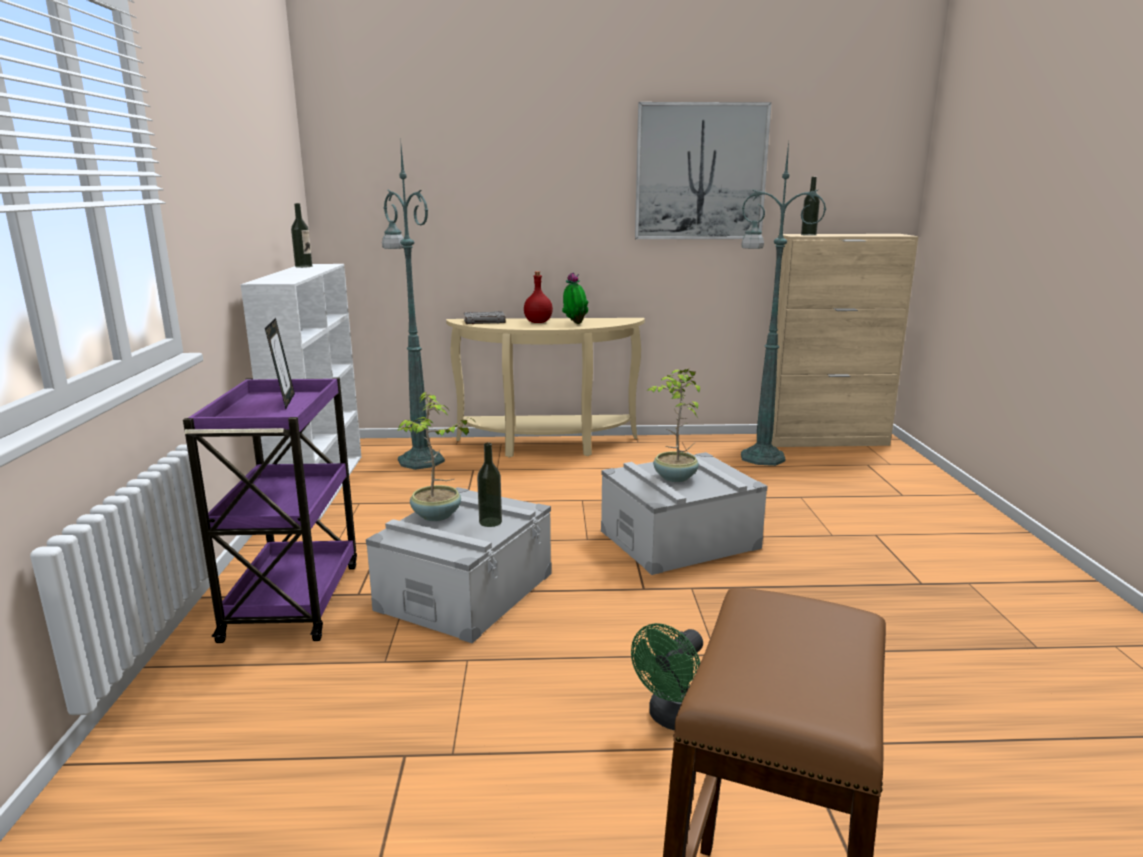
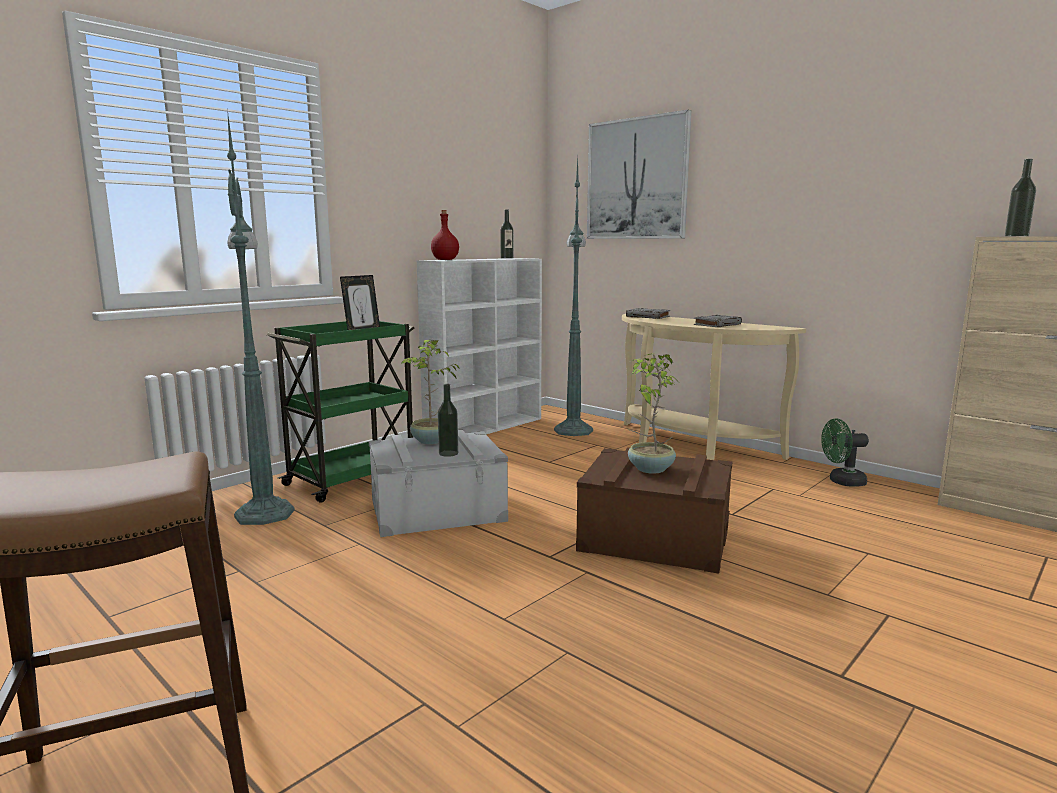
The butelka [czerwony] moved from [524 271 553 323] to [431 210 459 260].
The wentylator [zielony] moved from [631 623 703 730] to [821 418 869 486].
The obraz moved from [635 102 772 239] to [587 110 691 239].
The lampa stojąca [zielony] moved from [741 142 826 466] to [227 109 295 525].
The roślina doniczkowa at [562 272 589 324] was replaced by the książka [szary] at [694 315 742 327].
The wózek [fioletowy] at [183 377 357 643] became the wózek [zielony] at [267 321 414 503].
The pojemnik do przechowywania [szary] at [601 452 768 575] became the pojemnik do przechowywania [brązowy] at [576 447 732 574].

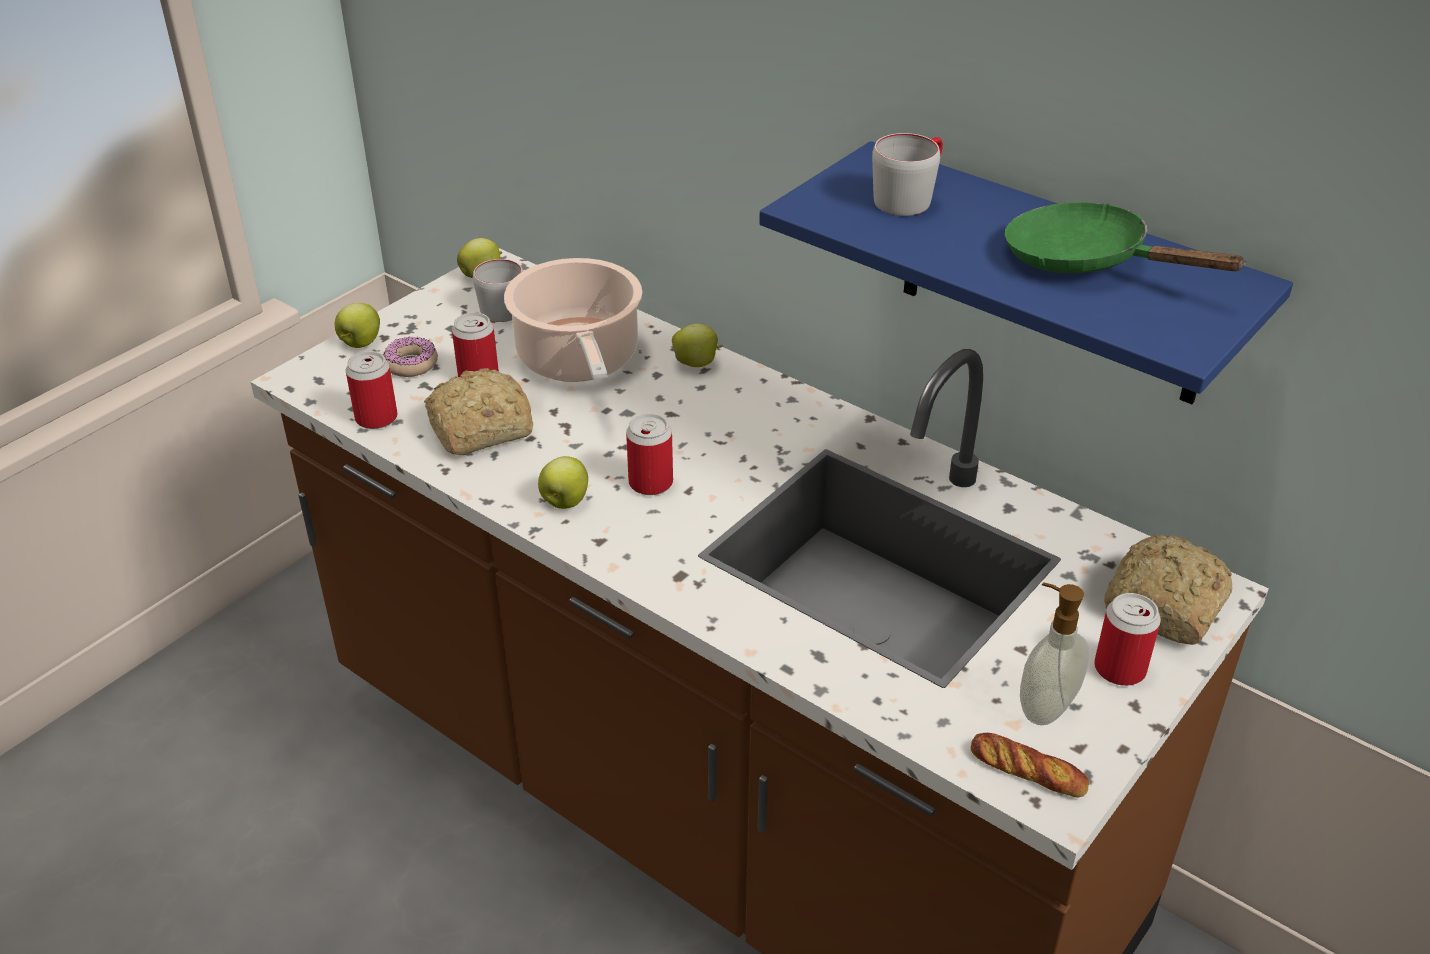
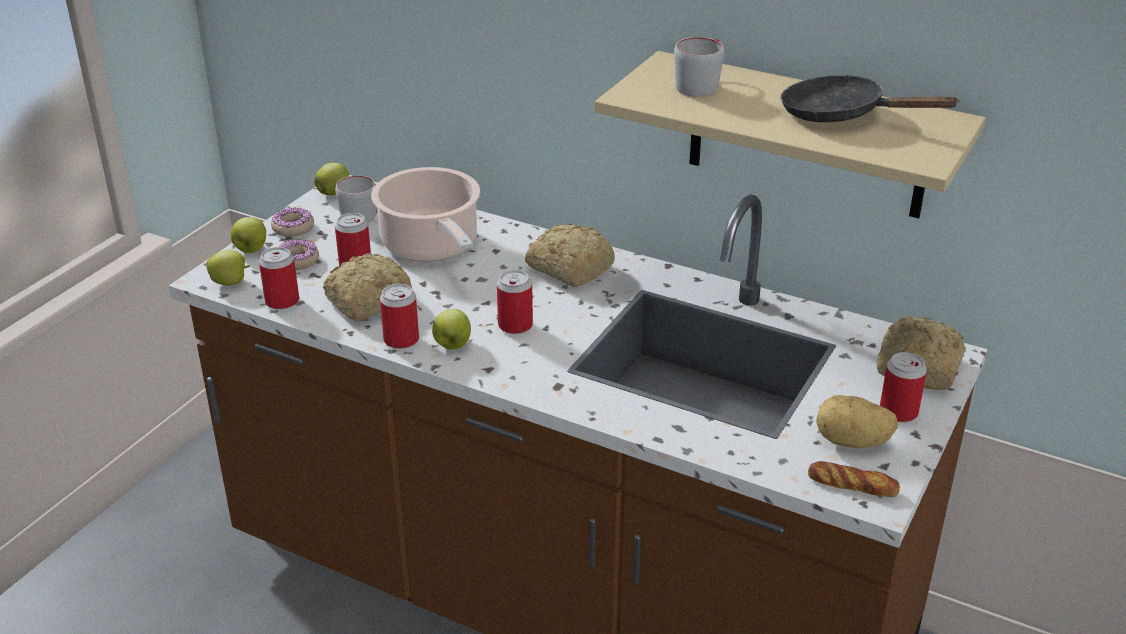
The donut at [271 207 314 237] appeared.
The puszka at [380 284 419 349] appeared.
The chleb at [525 223 615 287] appeared.
The jabłko moved from [672 324 723 367] to [206 250 250 286].
The dozownik mydła at [1020 582 1089 725] was replaced by the ziemniak at [816 395 898 448].
The półka [niebieski] at [759 141 1293 404] became the półka [beżowy] at [595 51 986 218].
The patelnia [zielony] at [1005 202 1247 273] became the patelnia [czarny] at [781 75 960 122].

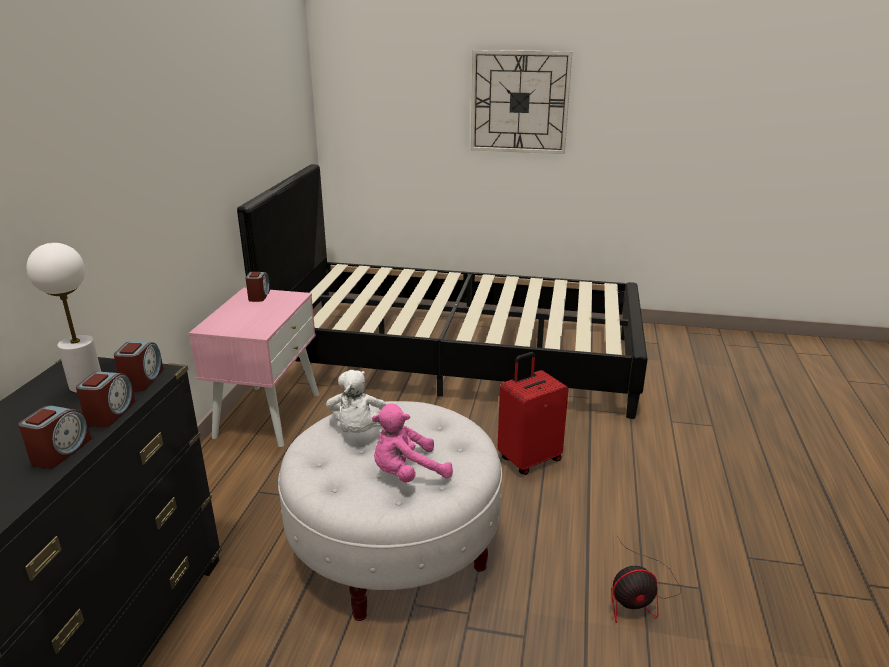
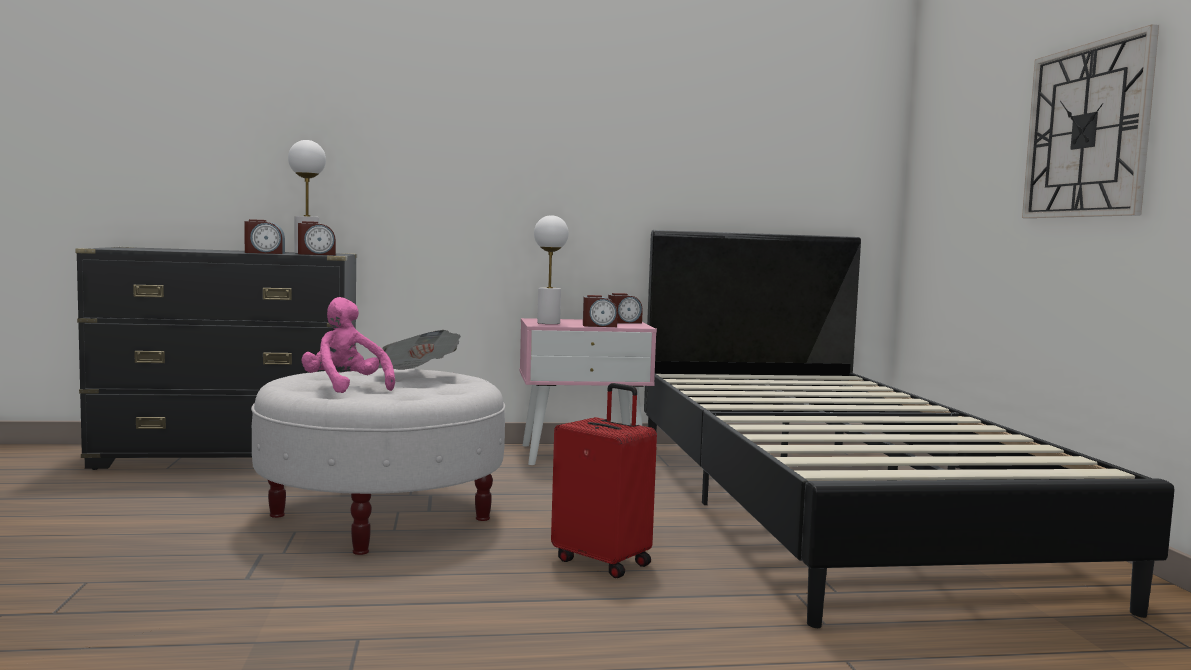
The wentylator at [611 537 681 623] disappeared.
The lampa stołowa [biały] at [534 215 569 324] appeared.
The budzik moved from [18 405 91 469] to [583 295 618 327].
The pluszak [biały] at [326 370 386 433] was replaced by the gazeta at [378 330 461 370].

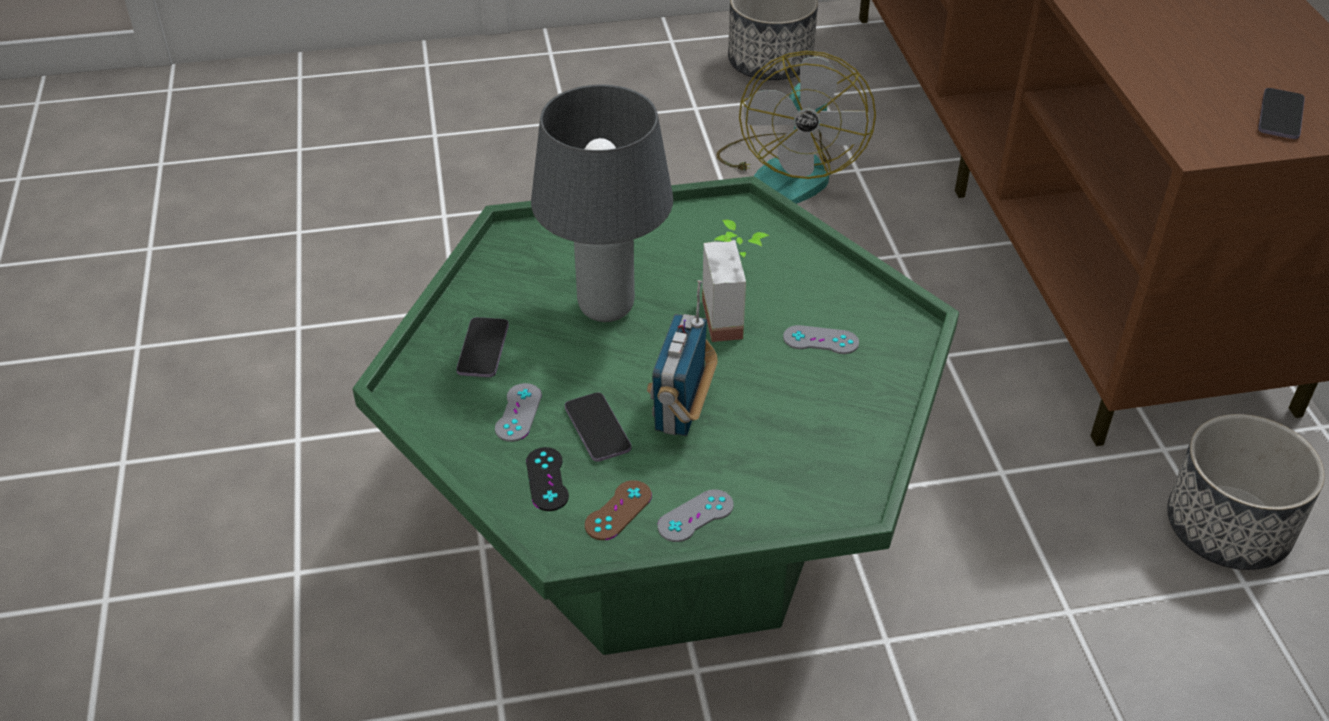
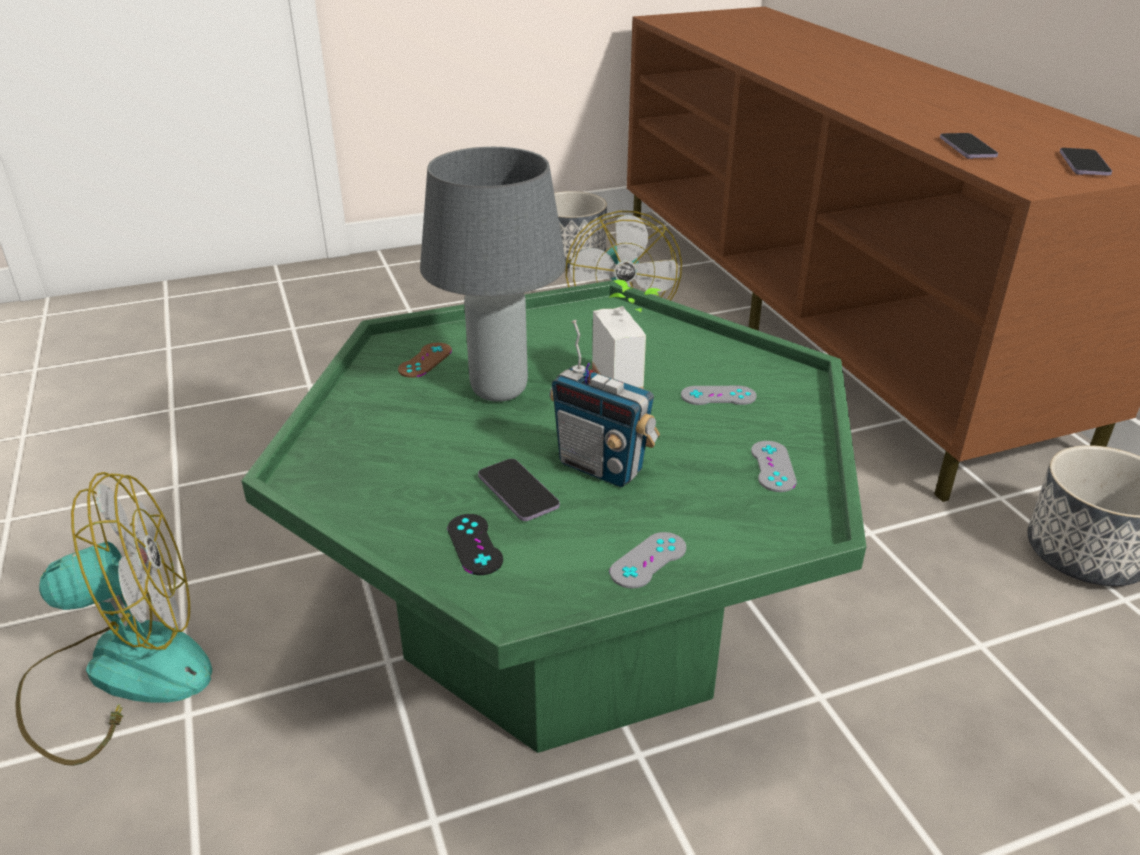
The wentylator at [15 472 212 766] appeared.
The telefon moved from [456 317 509 377] to [940 133 998 159].
The pad do gier [szary] moved from [495 383 542 442] to [751 441 797 492].
The pad do gier [brązowy] moved from [585 480 652 540] to [398 343 452 378].
The radio at [647 280 718 436] turned 60 degrees counterclockwise.

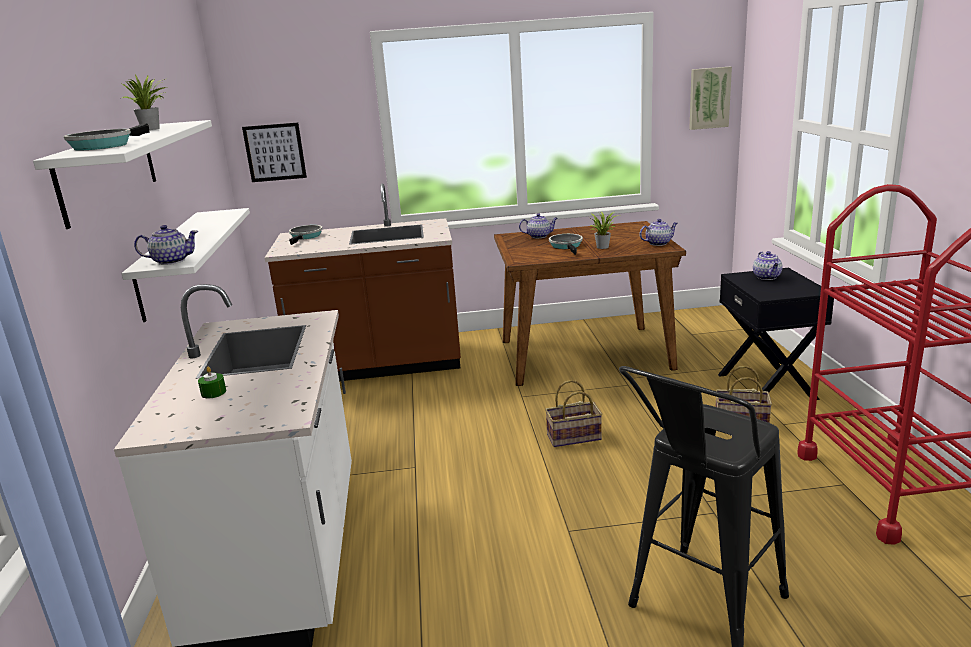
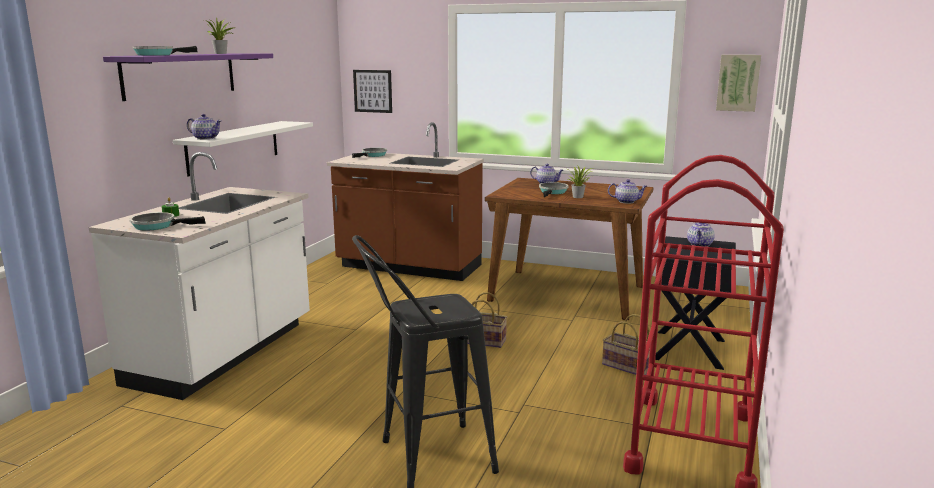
The patelnia at [130 212 206 231] appeared.
The półka [biały] at [33 120 212 229] became the półka [fioletowy] at [103 53 273 101].

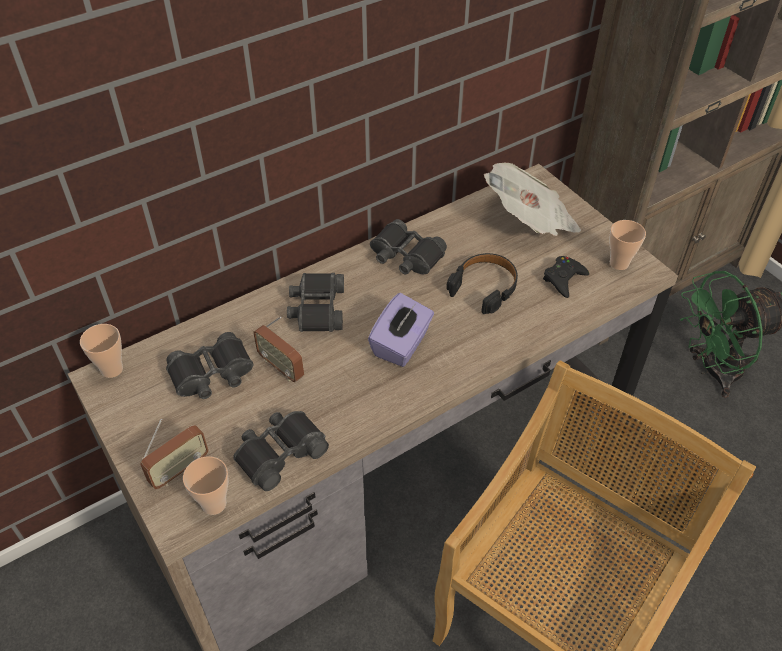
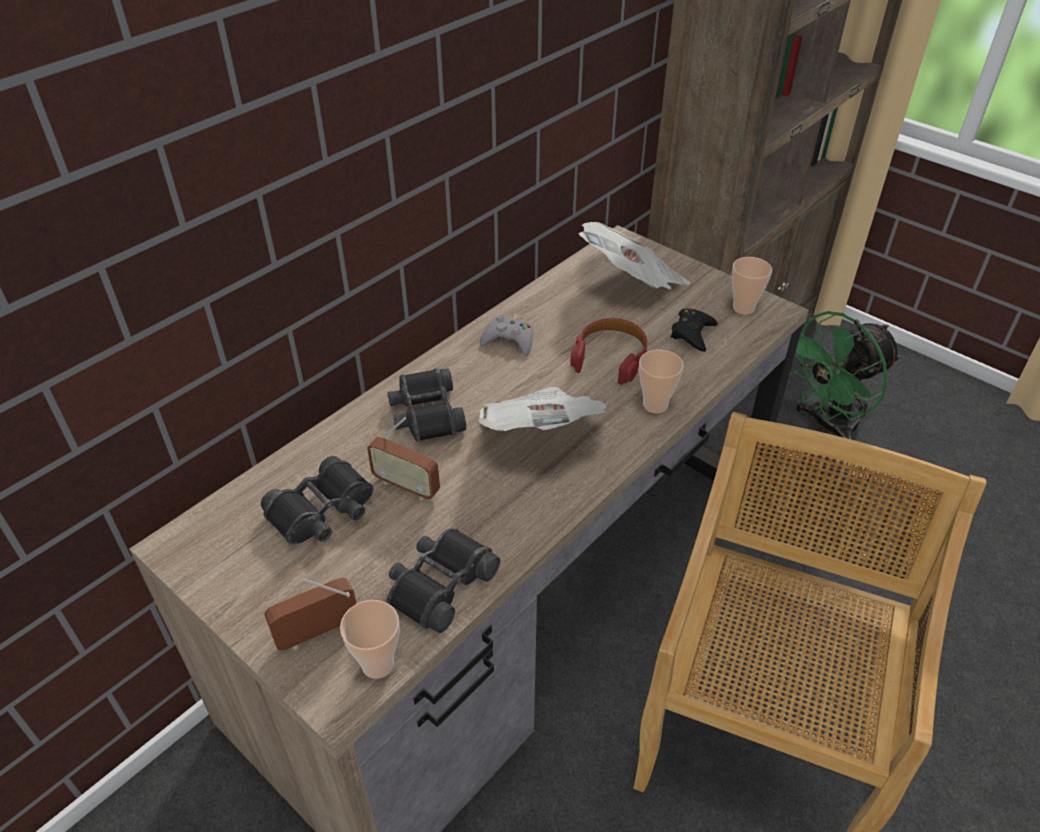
The filiżanka moved from [80 324 123 378] to [639 350 684 413].
The pudełko chusteczek [fioletowy] at [368 293 434 367] was replaced by the gazeta at [478 387 607 431].
The lornetka [czarny] at [370 219 447 274] was replaced by the pad do gier [szary] at [480 315 533 356].
The słuchawki [czarny] at [446 253 518 314] became the słuchawki [czerwony] at [570 318 647 385].
The radio at [140 419 209 489] turned 150 degrees counterclockwise.

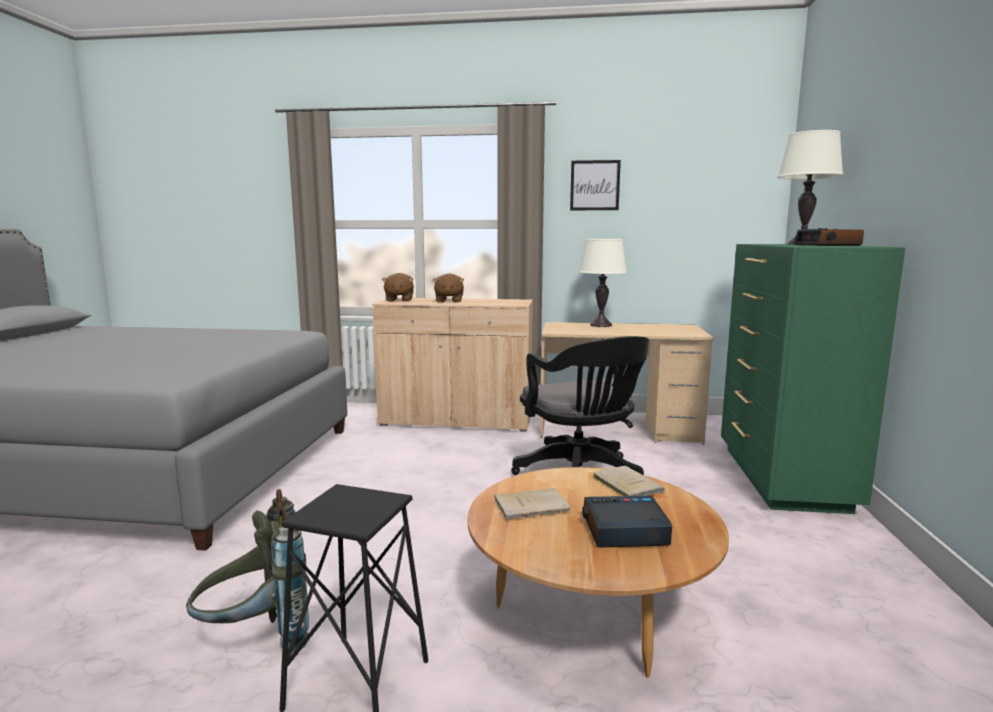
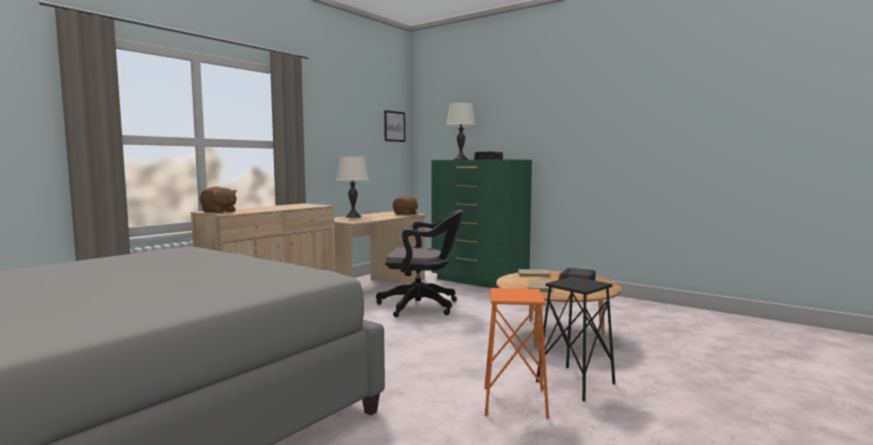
The pluszak [brązowy] moved from [432 273 464 303] to [393 196 418 215].
The obraz moved from [570 160 621 210] to [384 110 405 142].
The plecak [szary] at [186 489 309 653] was replaced by the stołek [pomarańczowy] at [484 288 549 419].

